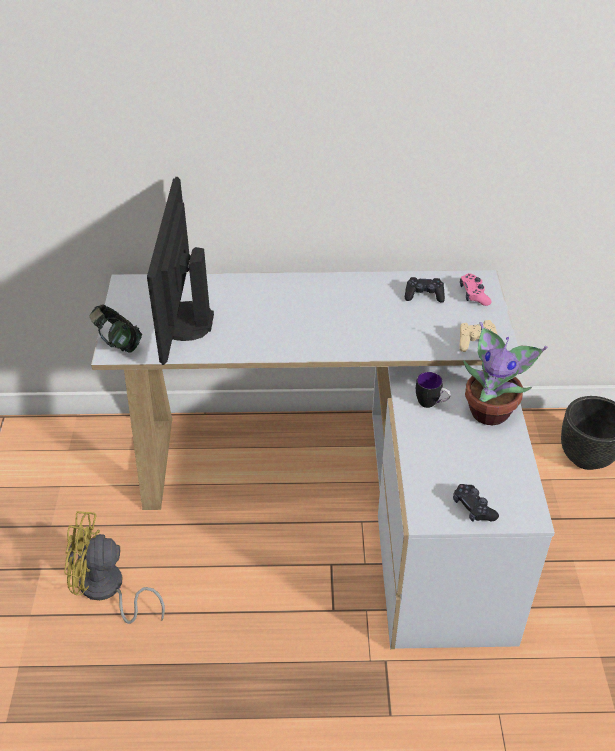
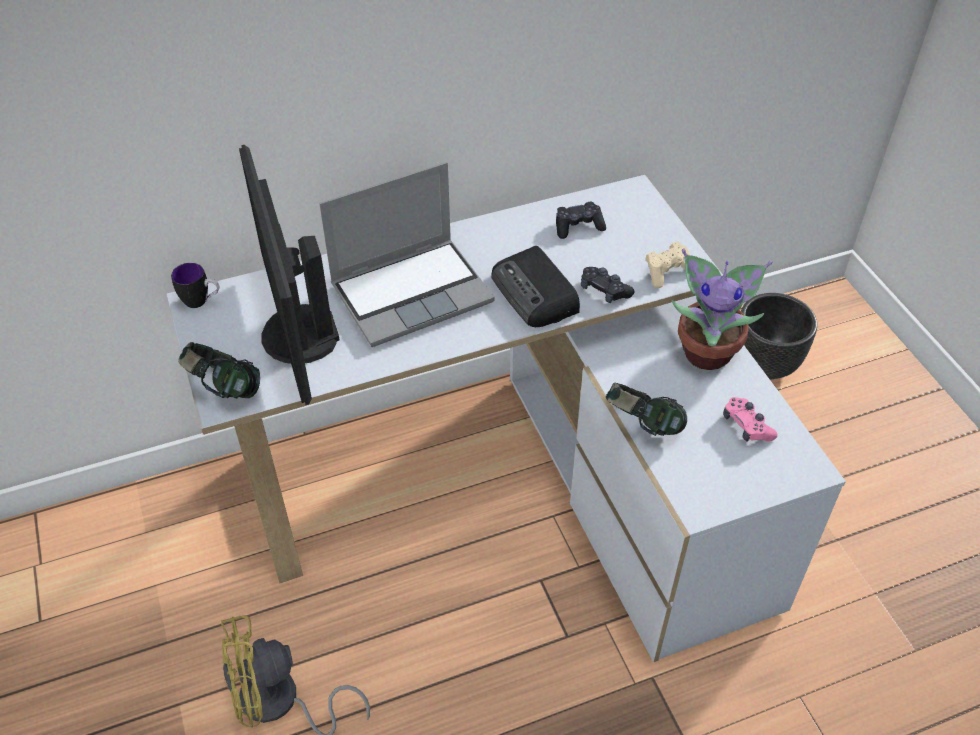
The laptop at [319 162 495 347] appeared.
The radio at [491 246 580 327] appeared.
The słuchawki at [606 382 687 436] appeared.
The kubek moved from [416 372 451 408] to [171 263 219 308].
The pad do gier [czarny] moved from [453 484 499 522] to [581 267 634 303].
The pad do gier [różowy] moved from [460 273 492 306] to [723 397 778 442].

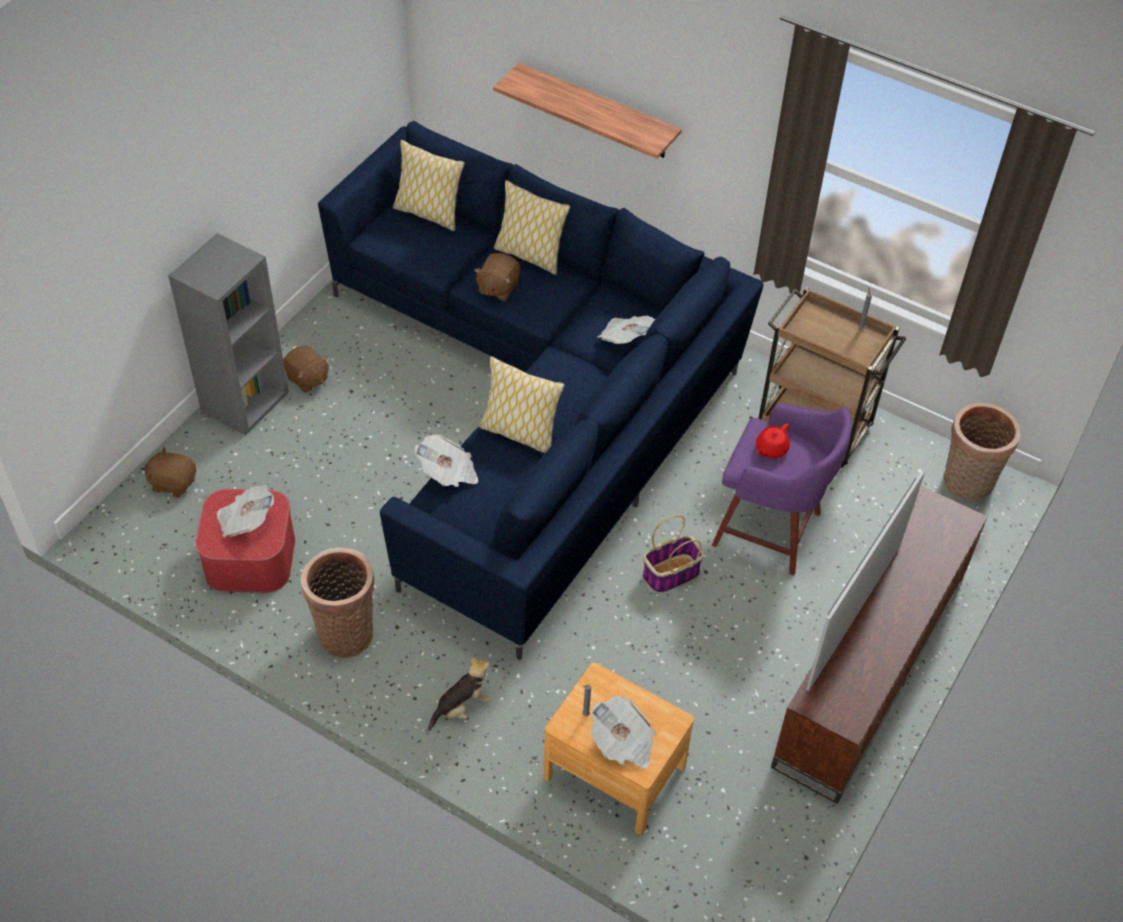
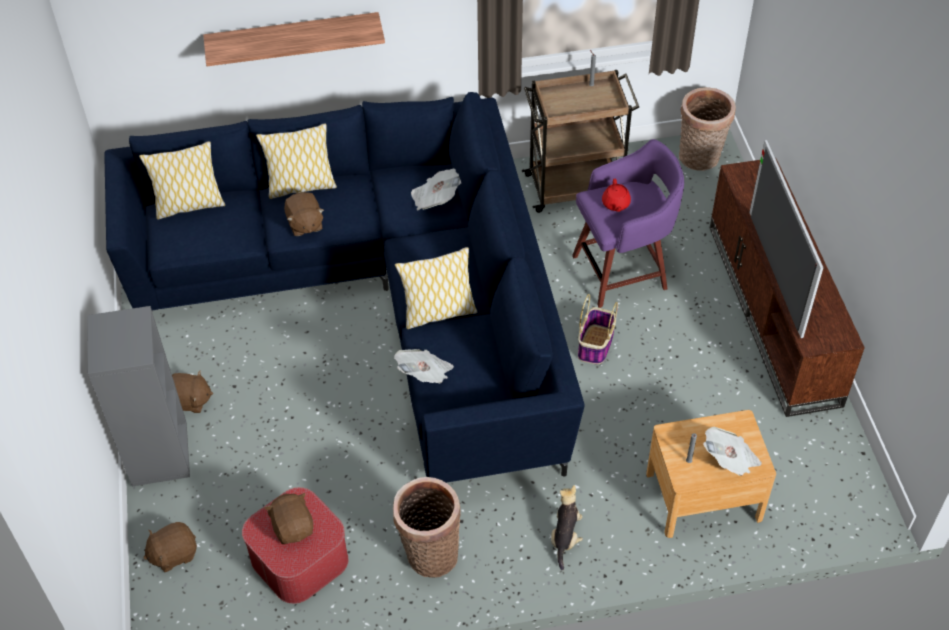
The gazeta at [217 485 274 537] was replaced by the pluszak [brązowy] at [264 493 313 544].

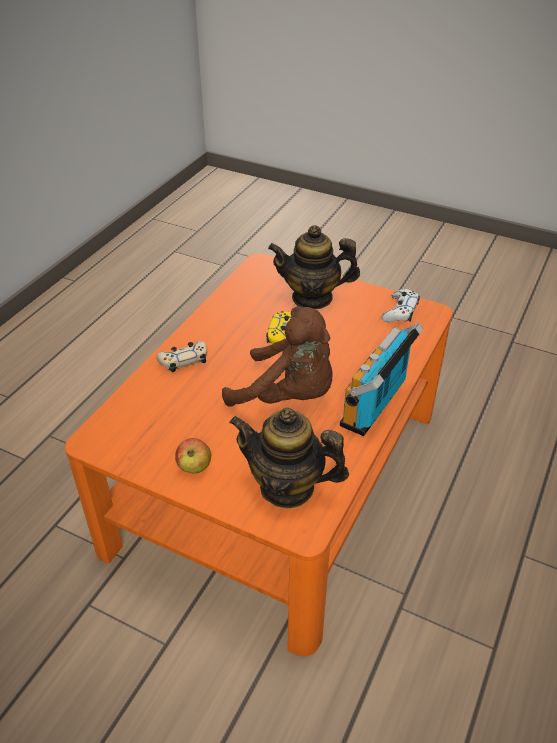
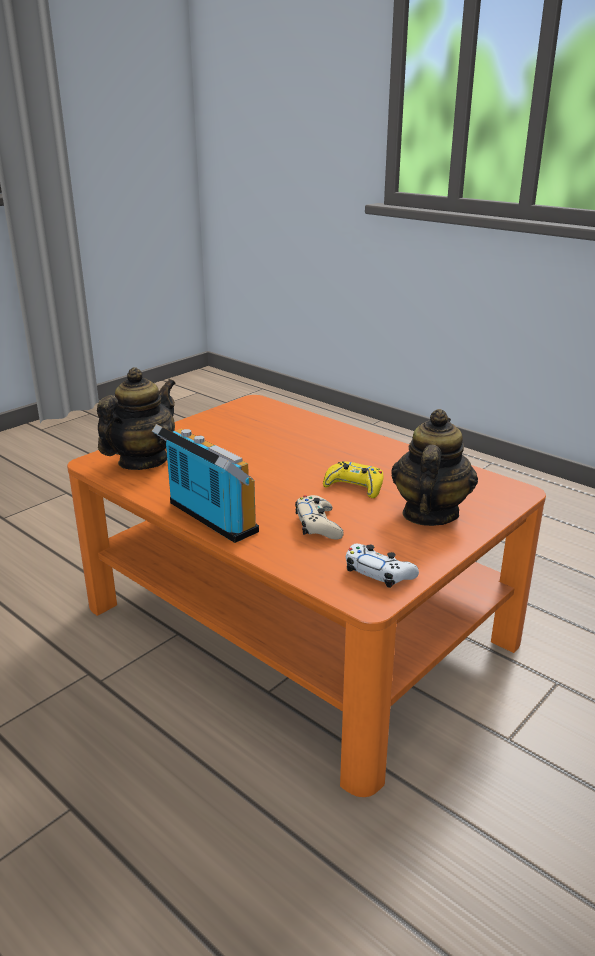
The jabłko at [175 438 211 474] disappeared.
The pluszak [brązowy] at [222 307 332 407] disappeared.
The pad do gier [beżowy] moved from [156 341 207 372] to [295 495 344 539].

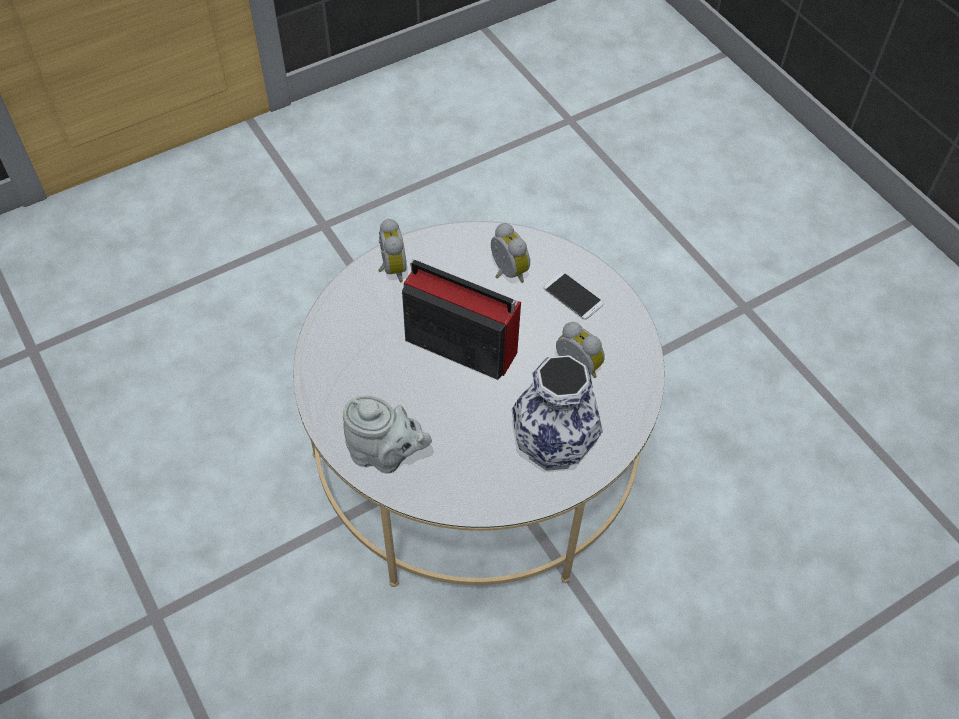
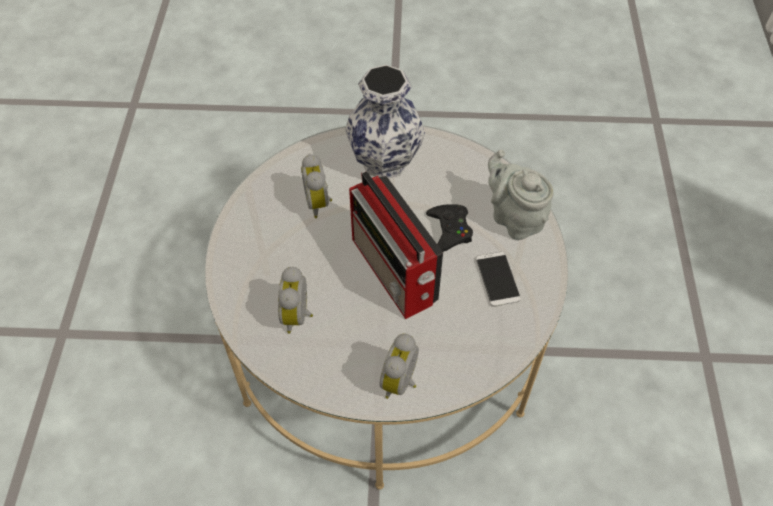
The pad do gier [czarny] at [426 204 473 252] appeared.
The telefon moved from [543 272 604 319] to [476 252 521 306].

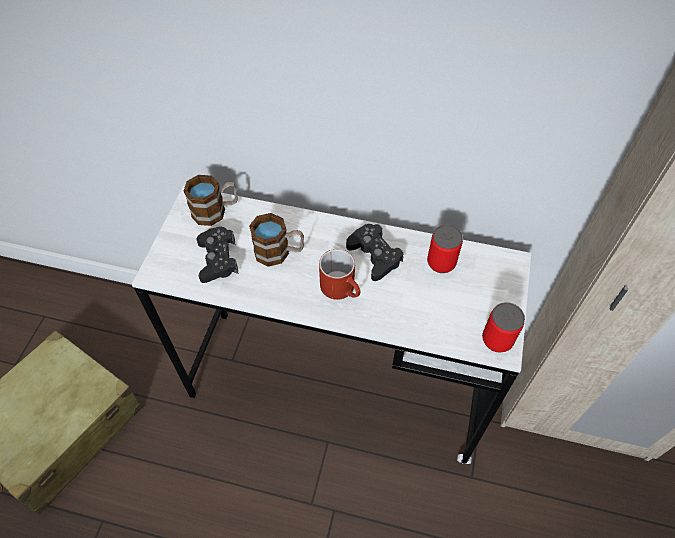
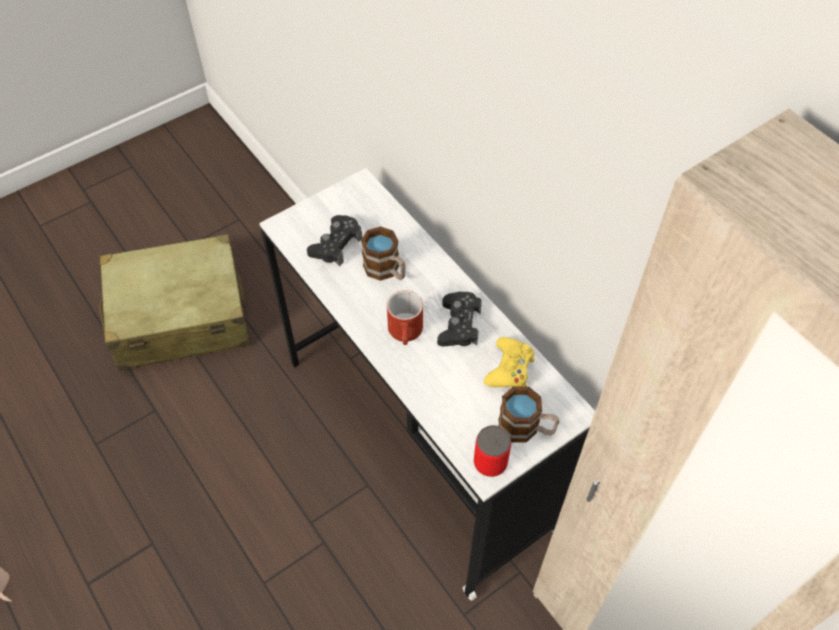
The kubek moved from [183 175 238 226] to [498 387 560 443].
The puszka at [427 225 463 273] was replaced by the pad do gier [żółty] at [484 337 534 387].

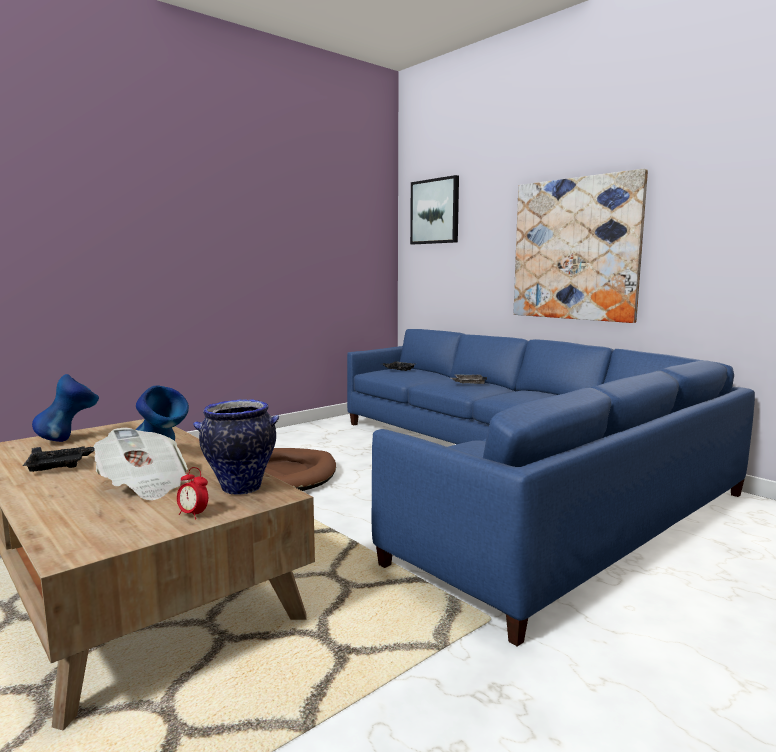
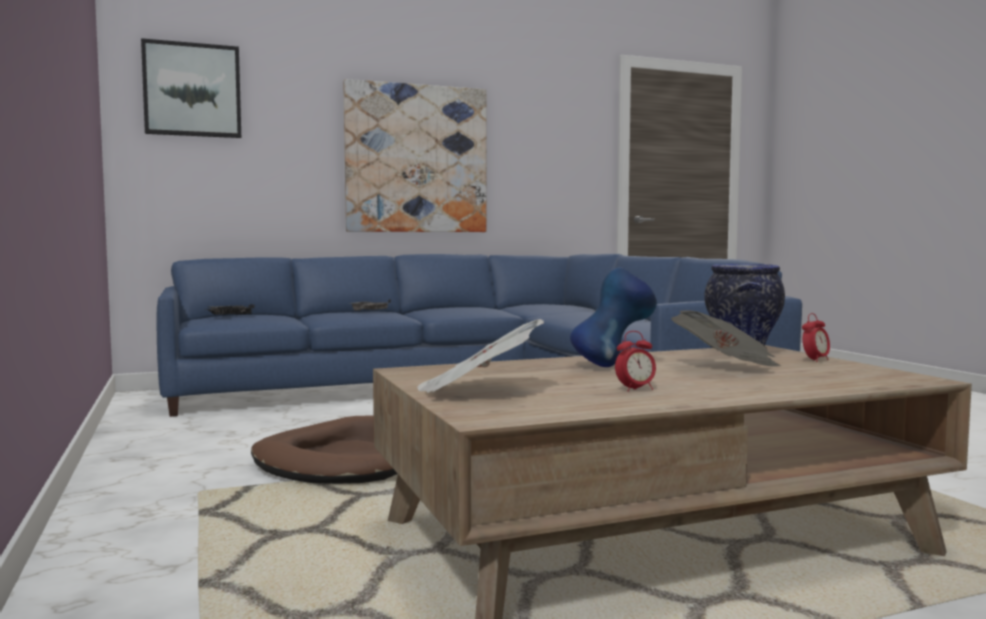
The taca [czarny] at [23 446 95 472] was replaced by the budzik at [615 331 656 392].
The wazon [niebieski] at [32 374 99 442] was replaced by the gazeta at [417 319 544 393].

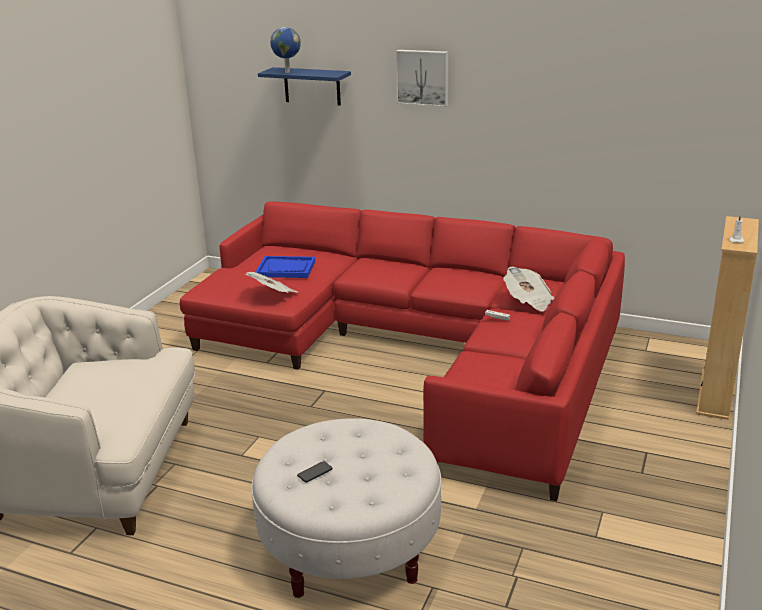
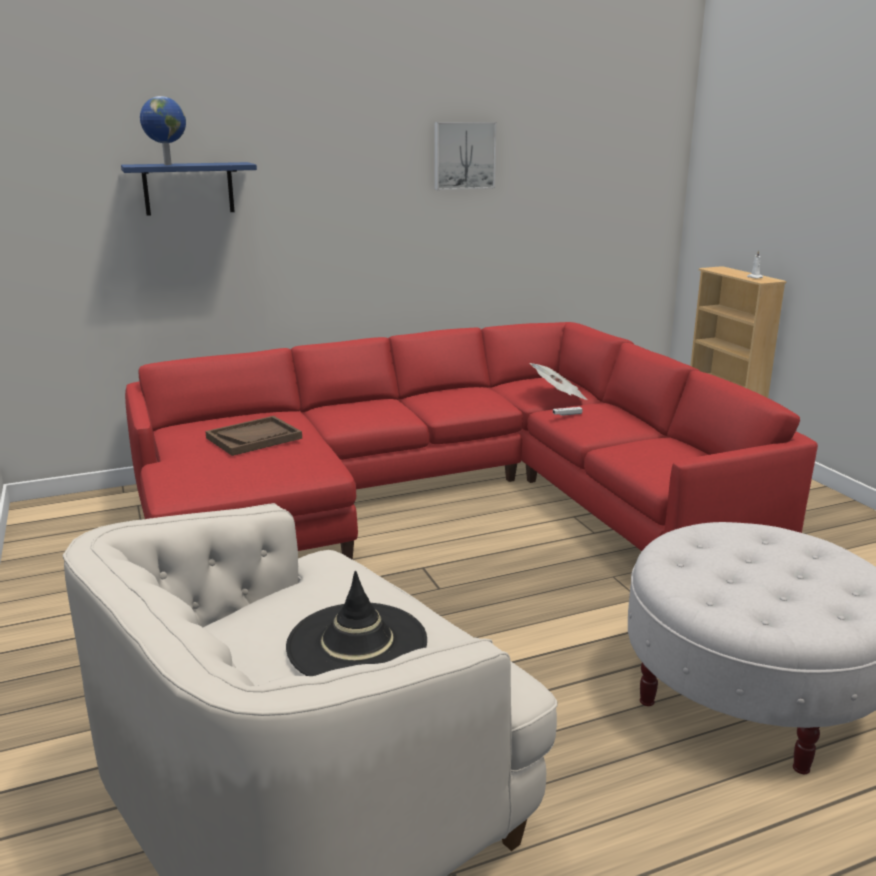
The gazeta at [245 272 298 293] disappeared.
The telefon at [297 461 333 482] disappeared.
The kapelusz [czarny] at [286 571 427 676] appeared.
The obraz moved from [396 50 448 107] to [435 122 497 190].
The taca [niebieski] at [256 256 315 278] became the taca [brązowy] at [205 416 302 456].

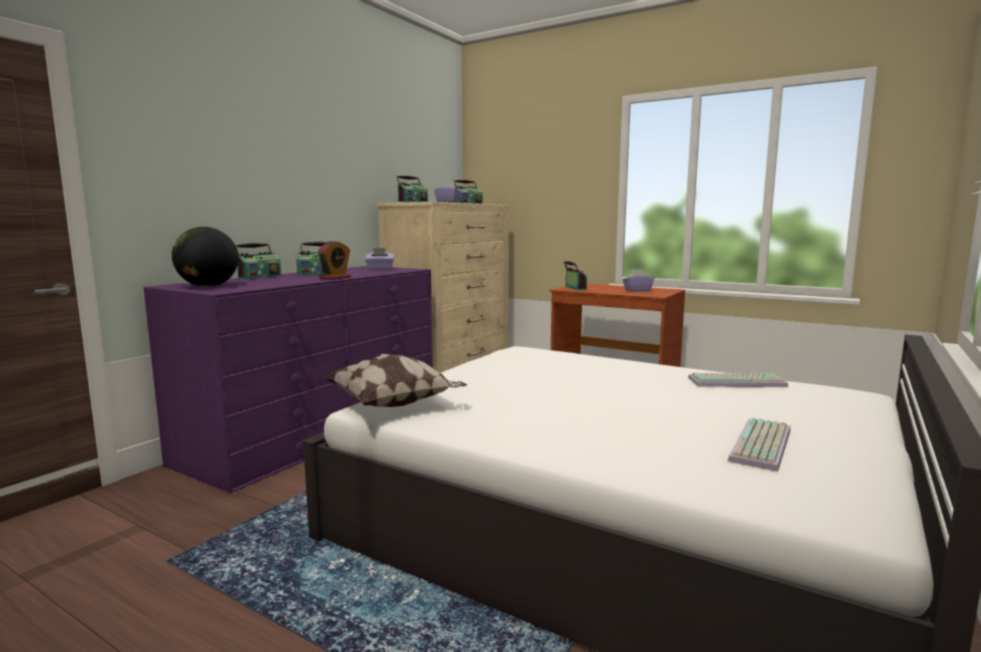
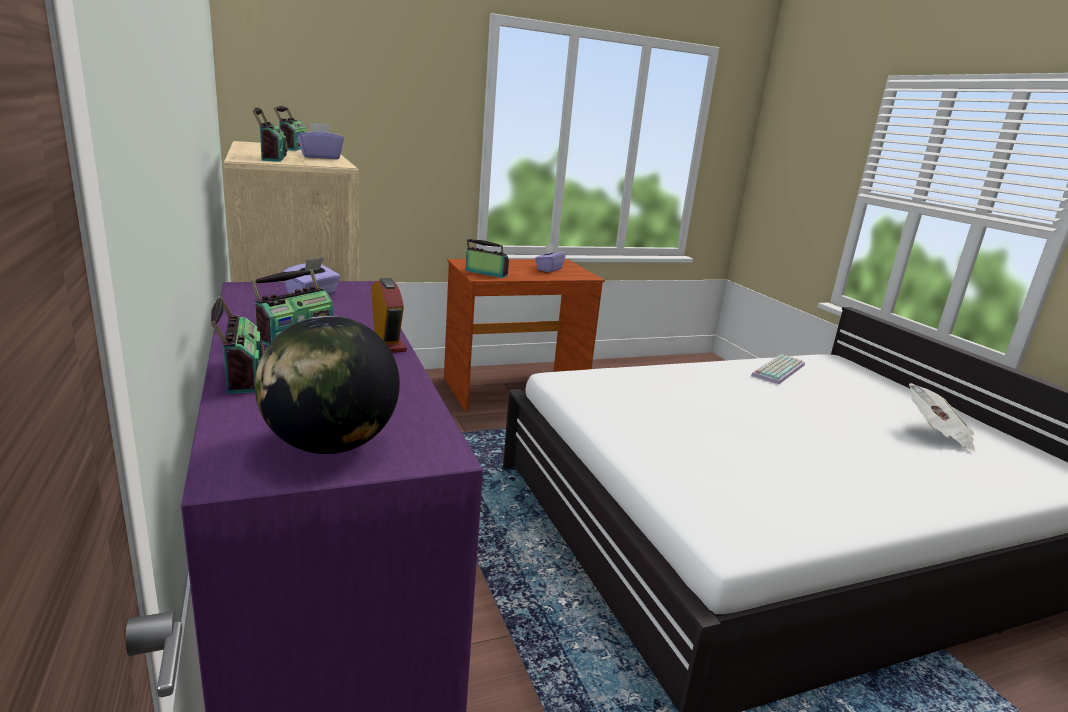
The poduszka at [323 354 467 407] disappeared.
The klawiatura at [728 418 791 472] was replaced by the gazeta at [909 383 975 452].

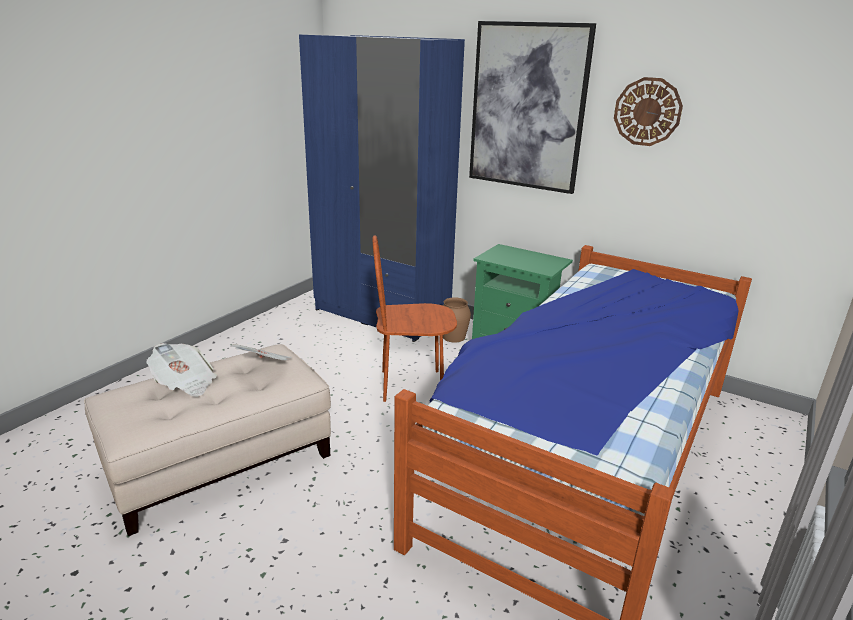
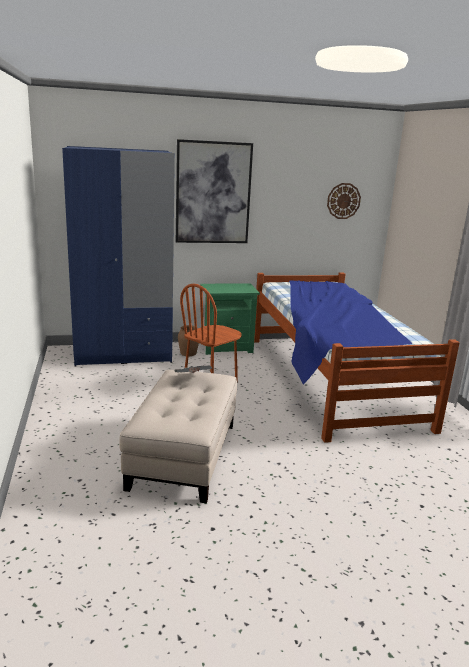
The gazeta at [146 343 217 397] disappeared.
The zegar ścienny moved from [614 77 683 146] to [327 183 361 219].

